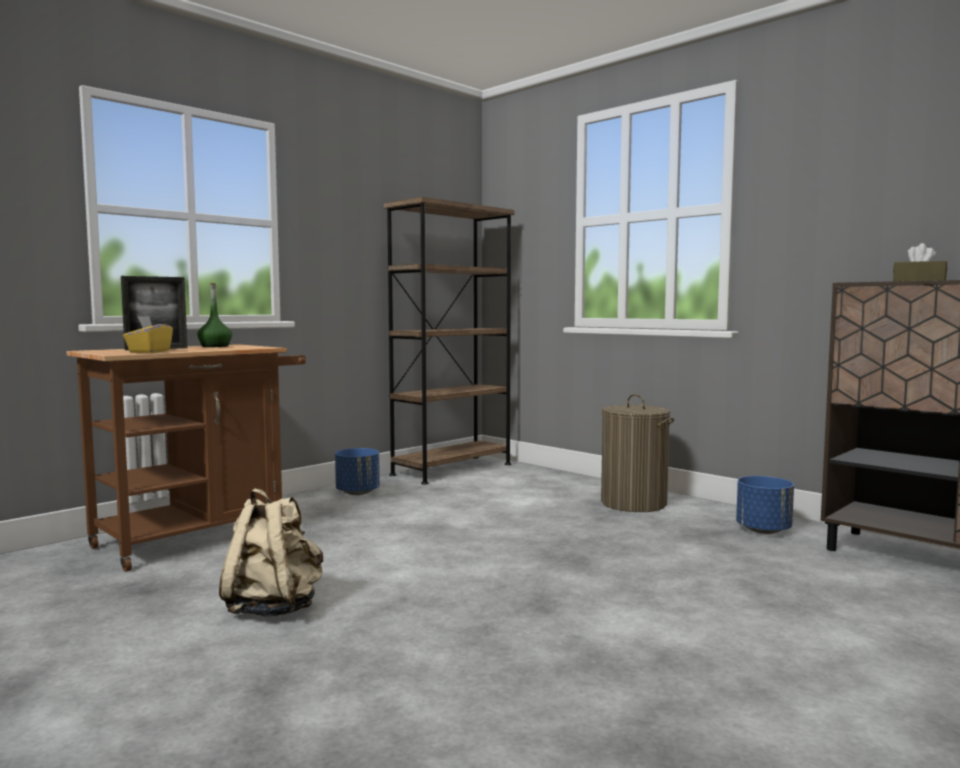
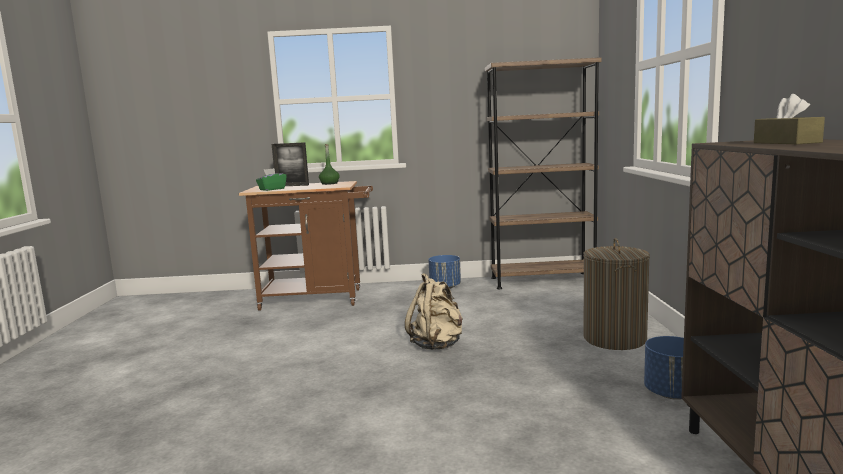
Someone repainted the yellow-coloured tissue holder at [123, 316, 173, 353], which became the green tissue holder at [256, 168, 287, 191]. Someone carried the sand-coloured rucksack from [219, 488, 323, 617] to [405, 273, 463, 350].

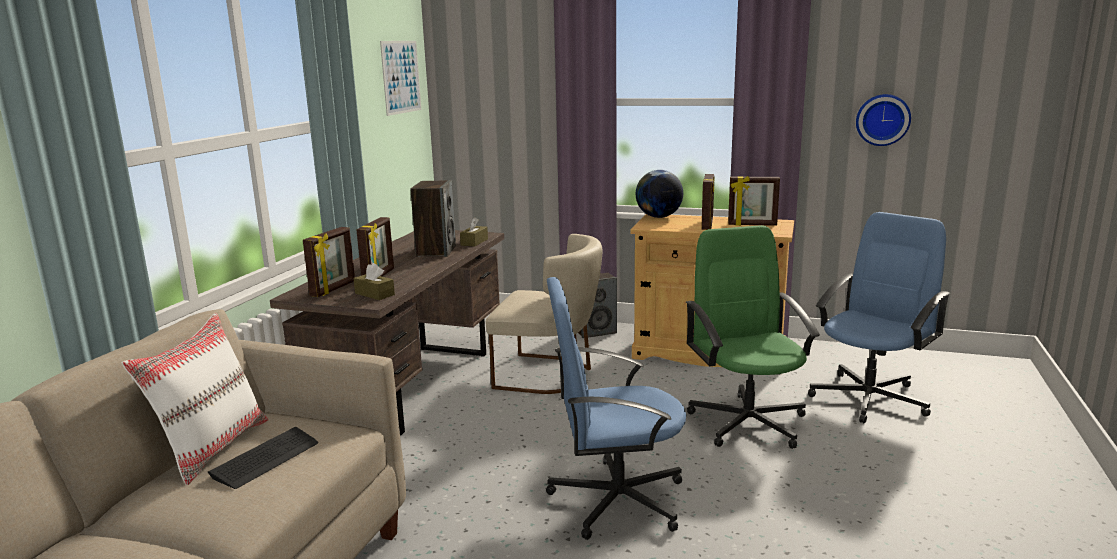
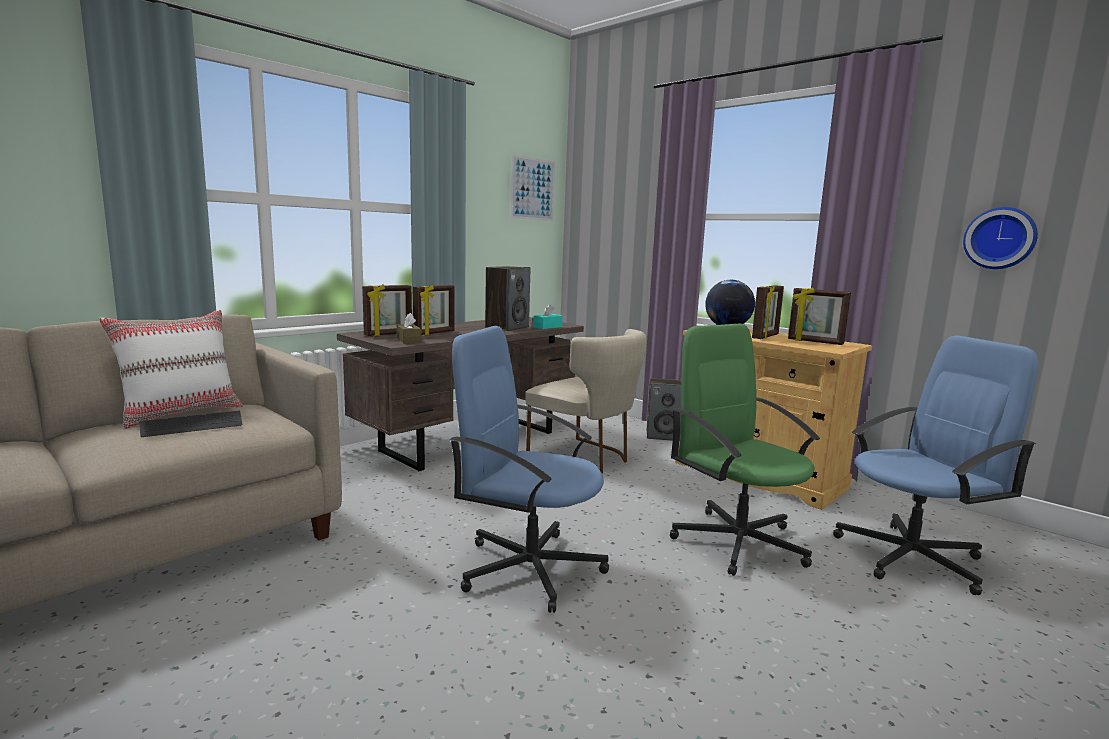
Someone repainted the brownish tissue holder at [460, 217, 488, 247], which became the blue-green tissue holder at [533, 304, 563, 329]. Someone rotated the green office chair at [686, 225, 820, 449] by 45 degrees counterclockwise.

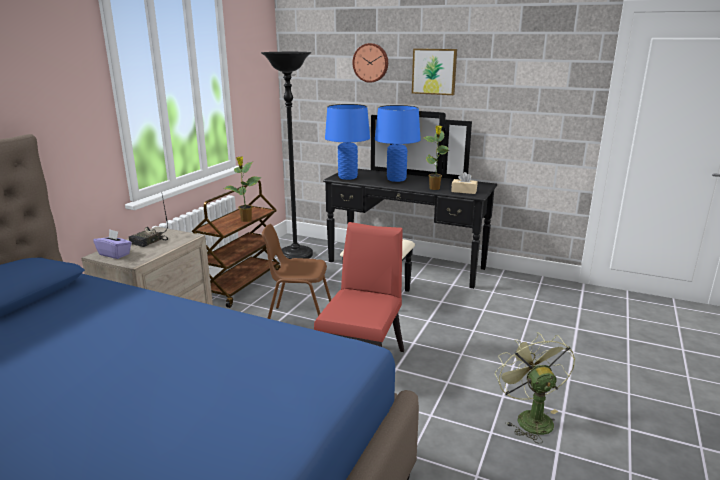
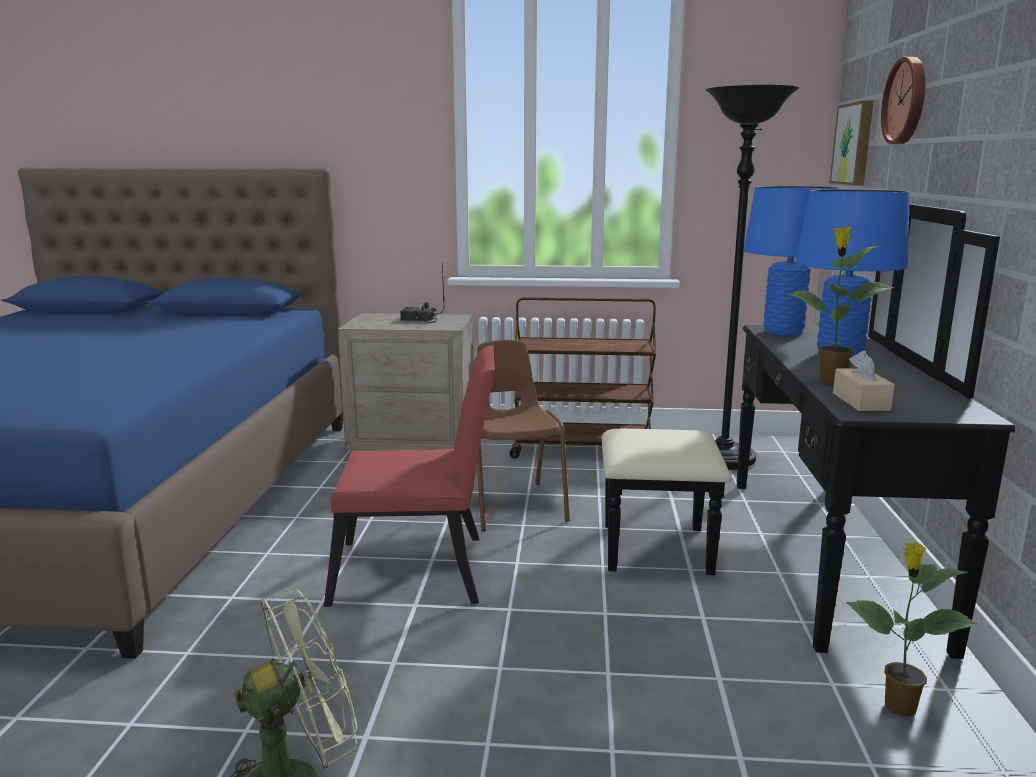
Someone carried the picture from [412, 49, 457, 95] to [830, 100, 874, 185]. Someone carried the plant in a pot from [224, 156, 261, 222] to [846, 542, 979, 717]. Someone took away the purplish tissue holder at [93, 229, 132, 259].

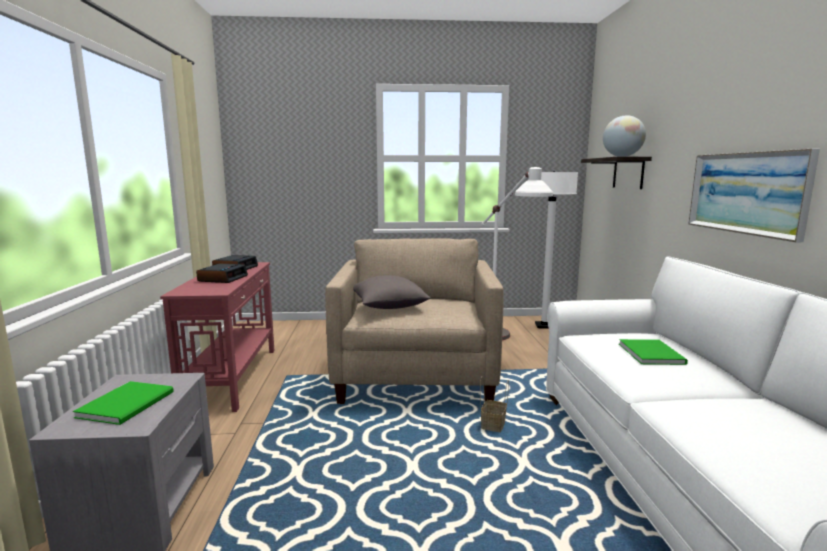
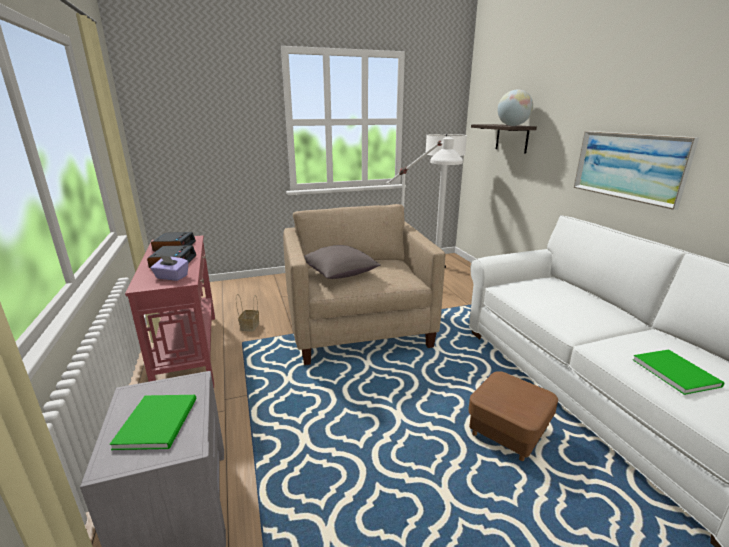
Someone put down the purplish tissue holder at [151, 255, 189, 281]. Someone carried the storage basket from [480, 376, 509, 432] to [236, 294, 259, 331]. Someone put down the brownish ottoman at [468, 371, 558, 461]. Someone carried the green bound book from [619, 339, 688, 365] to [633, 349, 725, 395].

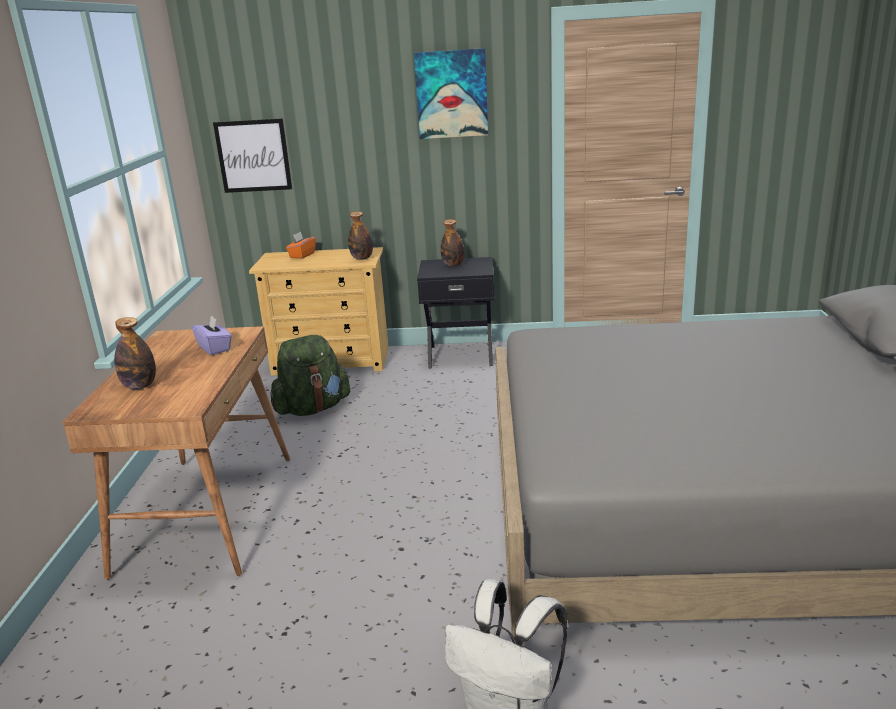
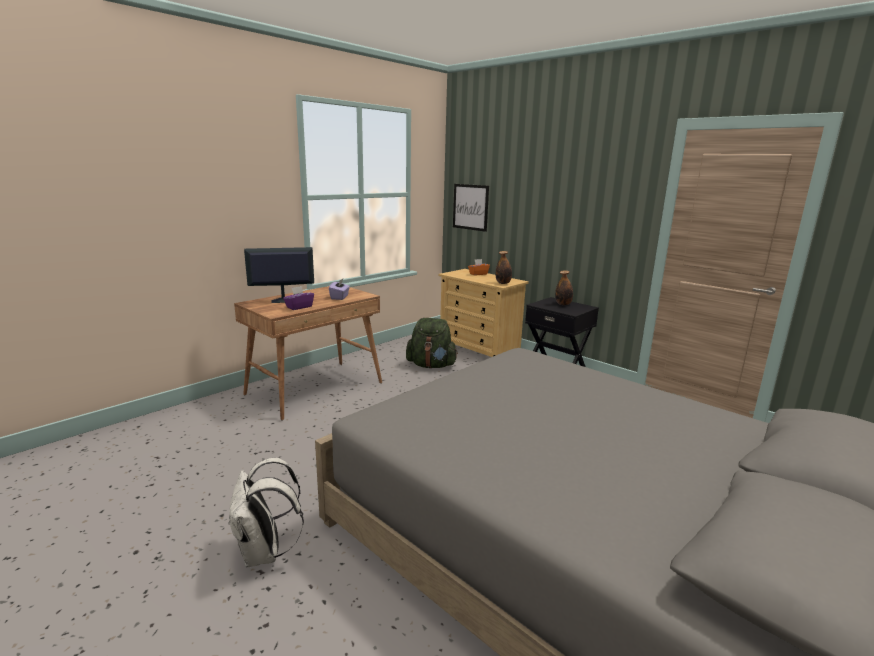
Someone swapped the beverage bottle at [114, 317, 156, 390] for the monitor at [244, 247, 314, 303]. Someone put down the purplish tissue holder at [283, 286, 314, 310]. Someone took away the picture at [414, 48, 488, 139].

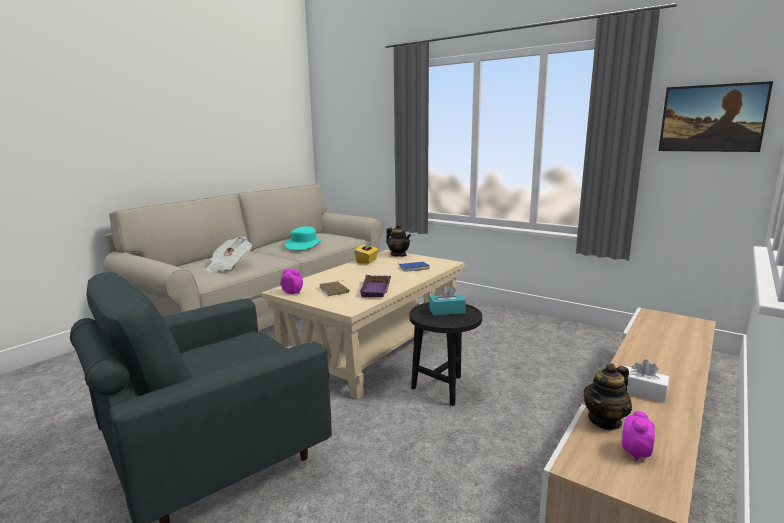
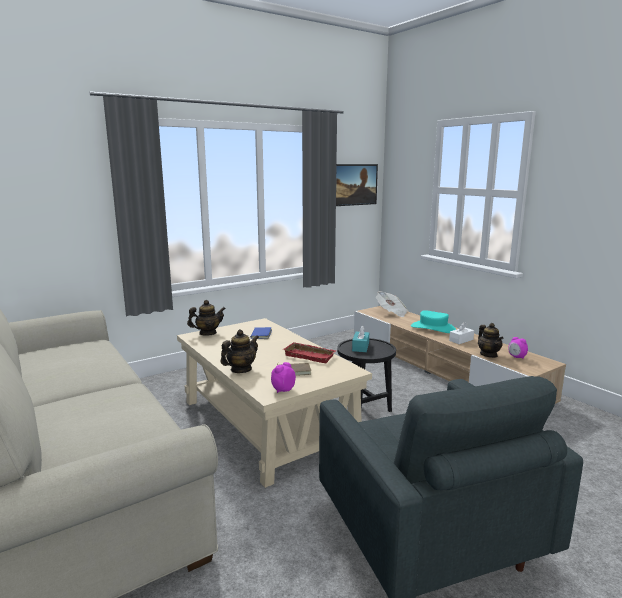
Someone put down the teapot at [220, 329, 259, 373]. Someone repainted the purplish carrying tray at [359, 275, 391, 298], which became the reddish carrying tray at [283, 342, 337, 363]. Someone carried the daily paper from [206, 237, 252, 272] to [376, 291, 409, 317]. Someone carried the blue-green wearable hat from [285, 226, 322, 250] to [411, 310, 456, 333]. Someone took away the yellow-coloured tissue holder at [354, 241, 379, 264].

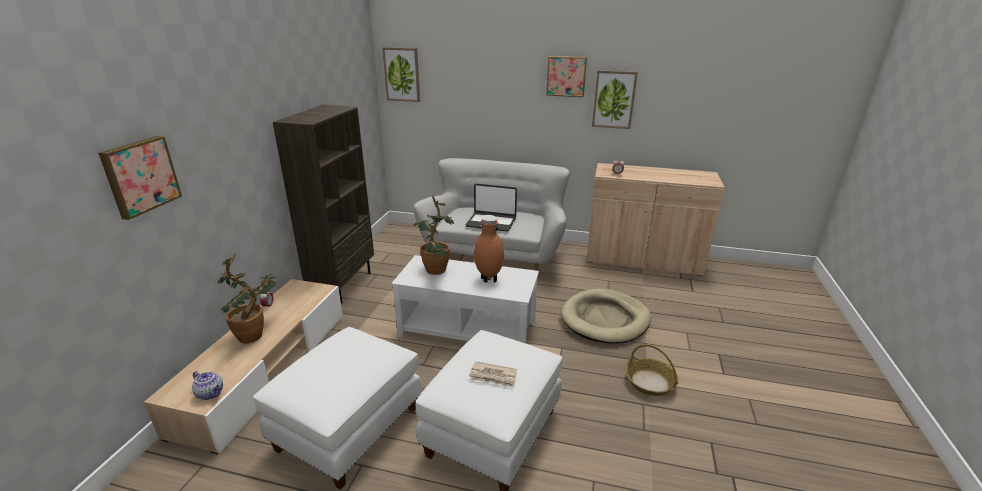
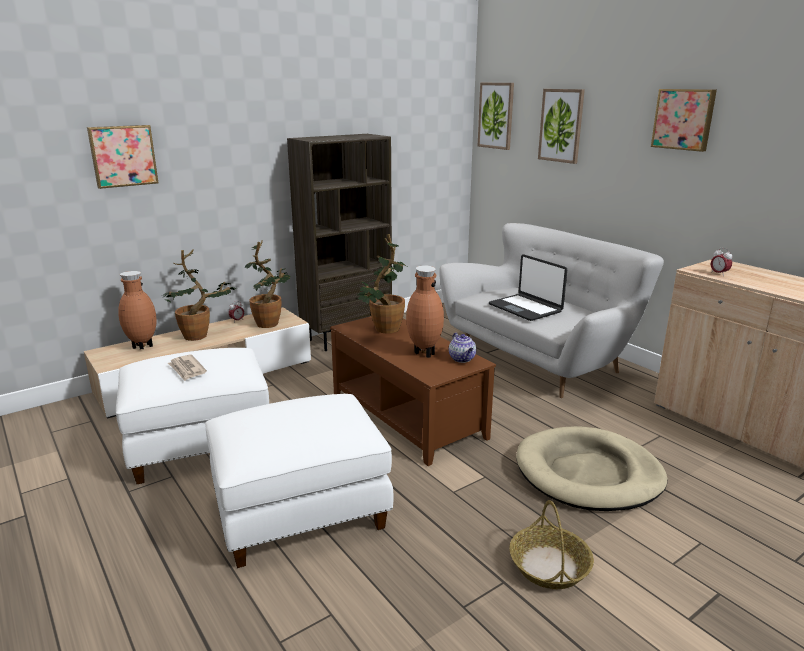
Someone put down the brownish decorative vase at [118, 271, 157, 349]. Someone carried the daily paper from [469, 361, 517, 387] to [168, 354, 207, 381]. Someone put down the plant in a pot at [245, 240, 291, 328]. Someone repainted the whitish lounge table at [391, 255, 539, 343], which became the brownish lounge table at [330, 316, 496, 466]. Someone carried the teapot from [192, 371, 223, 400] to [449, 333, 476, 363]. Someone carried the picture from [592, 70, 638, 129] to [538, 89, 585, 164].

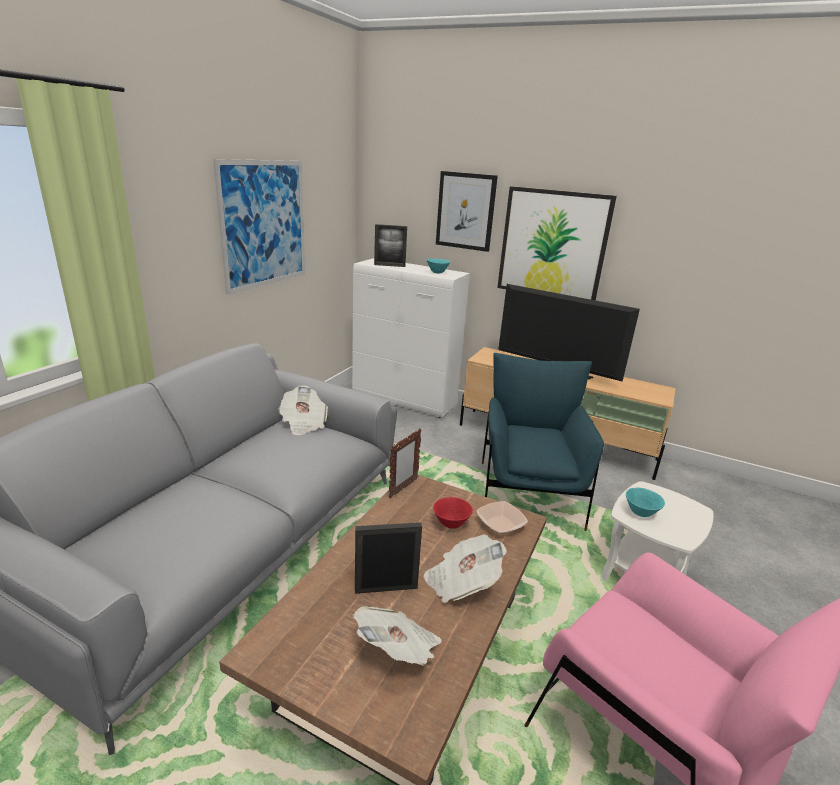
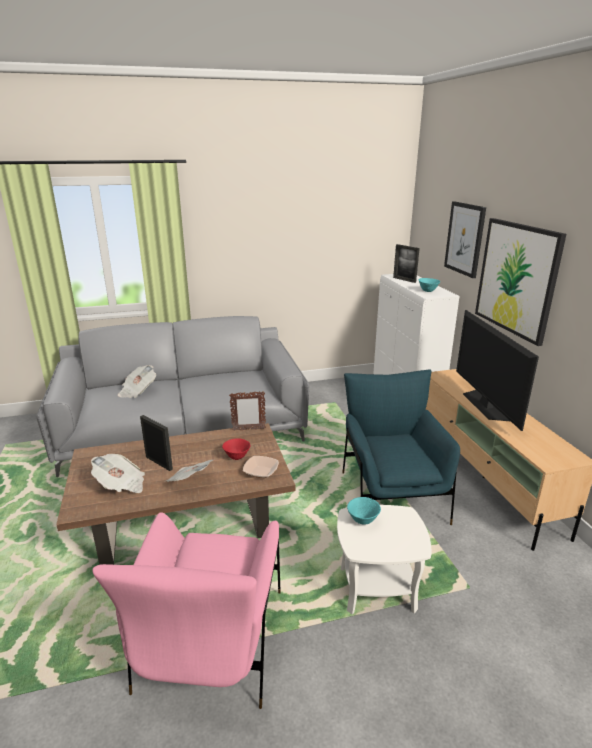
Someone carried the daily paper from [278, 386, 328, 435] to [118, 365, 156, 398]. Someone rotated the blue easy chair at [482, 353, 604, 531] by 60 degrees counterclockwise. Someone took away the picture at [213, 159, 305, 295].

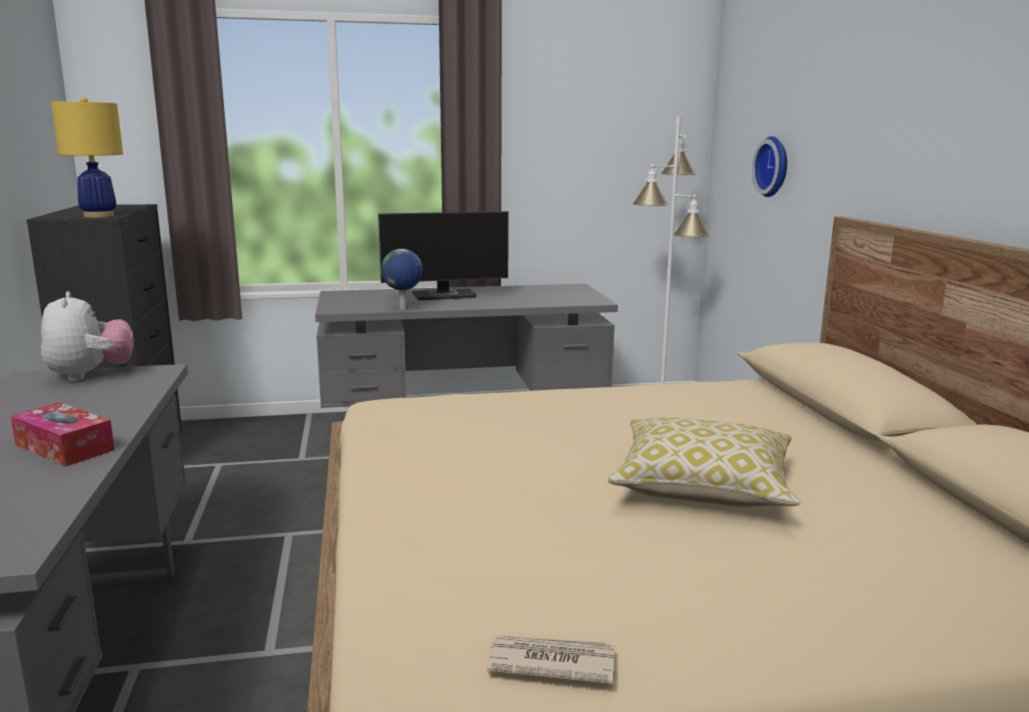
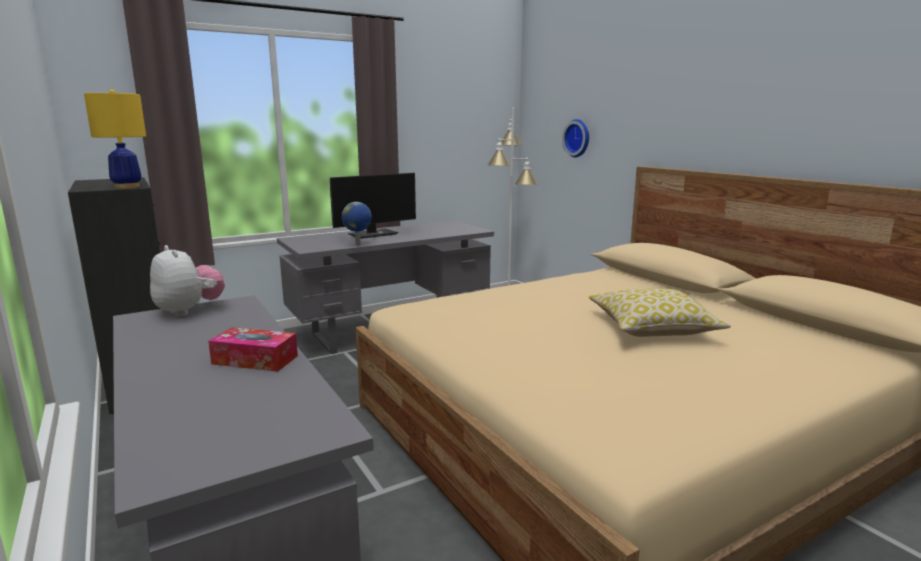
Someone took away the daily paper at [487, 636, 615, 684].

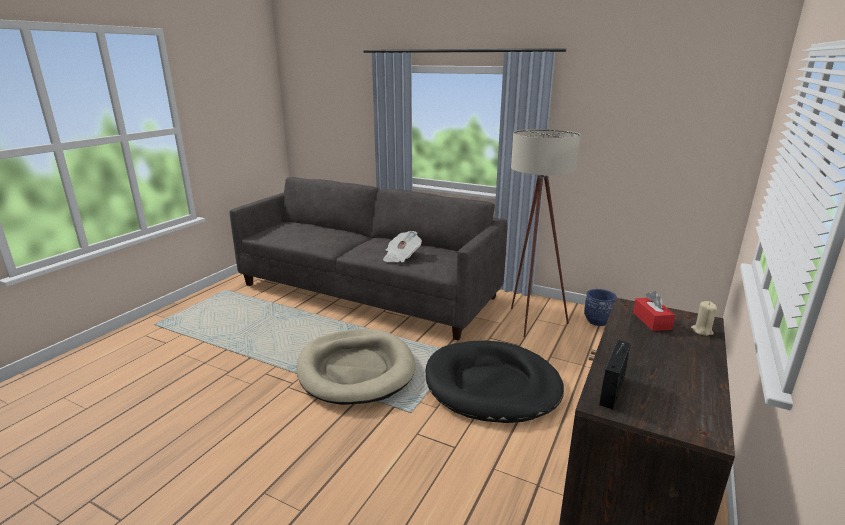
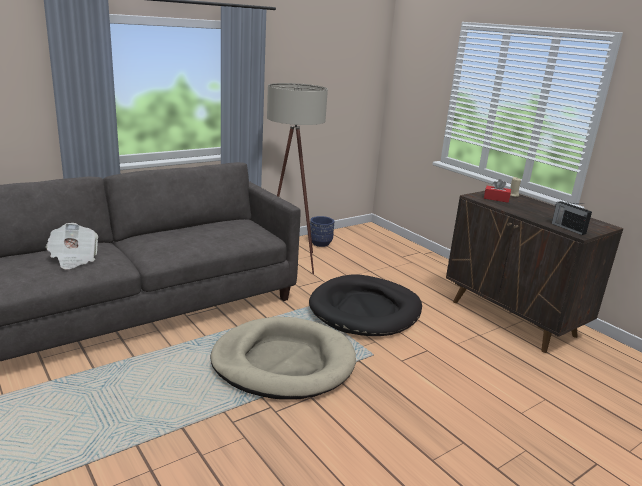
Someone carried the daily paper from [383, 231, 422, 262] to [46, 223, 98, 270].

